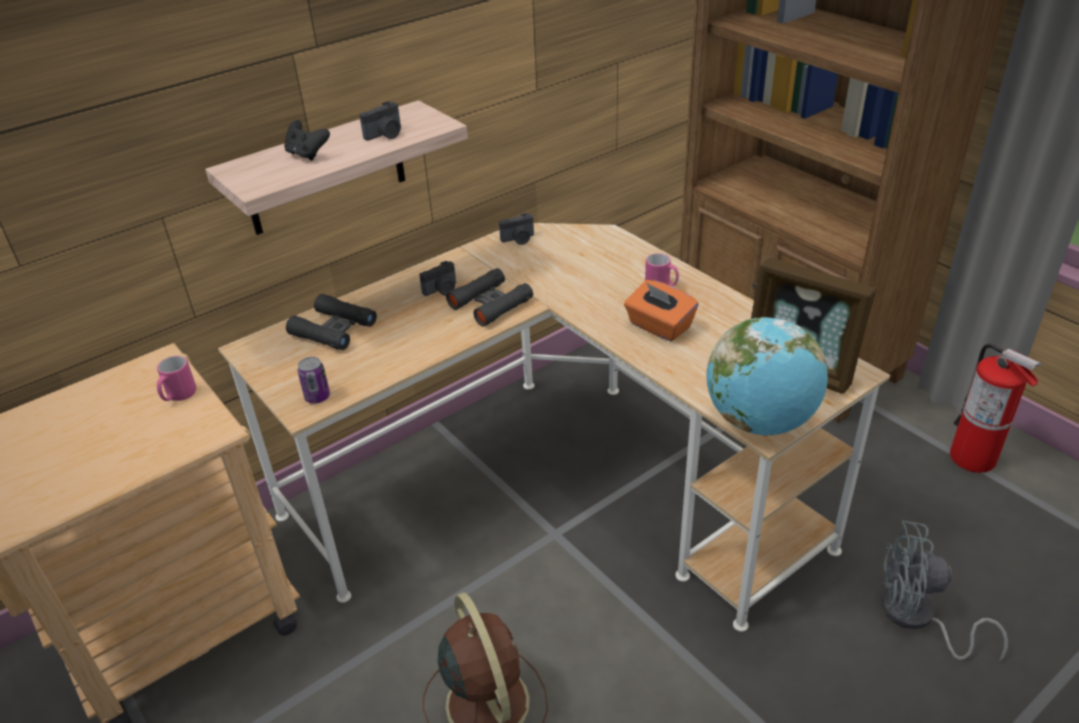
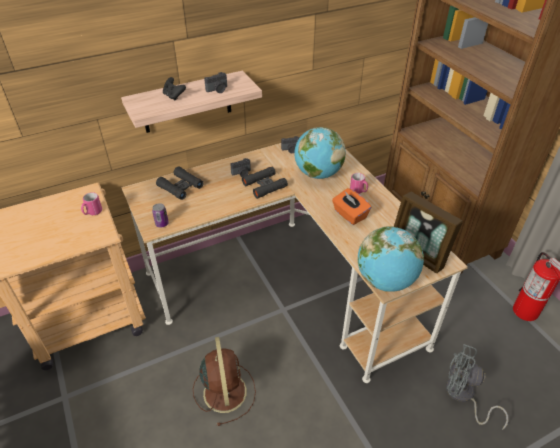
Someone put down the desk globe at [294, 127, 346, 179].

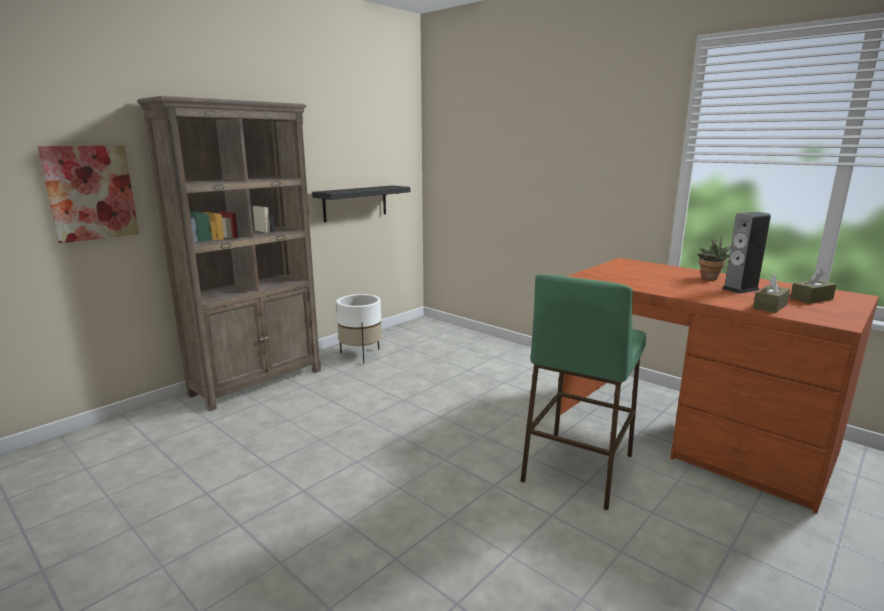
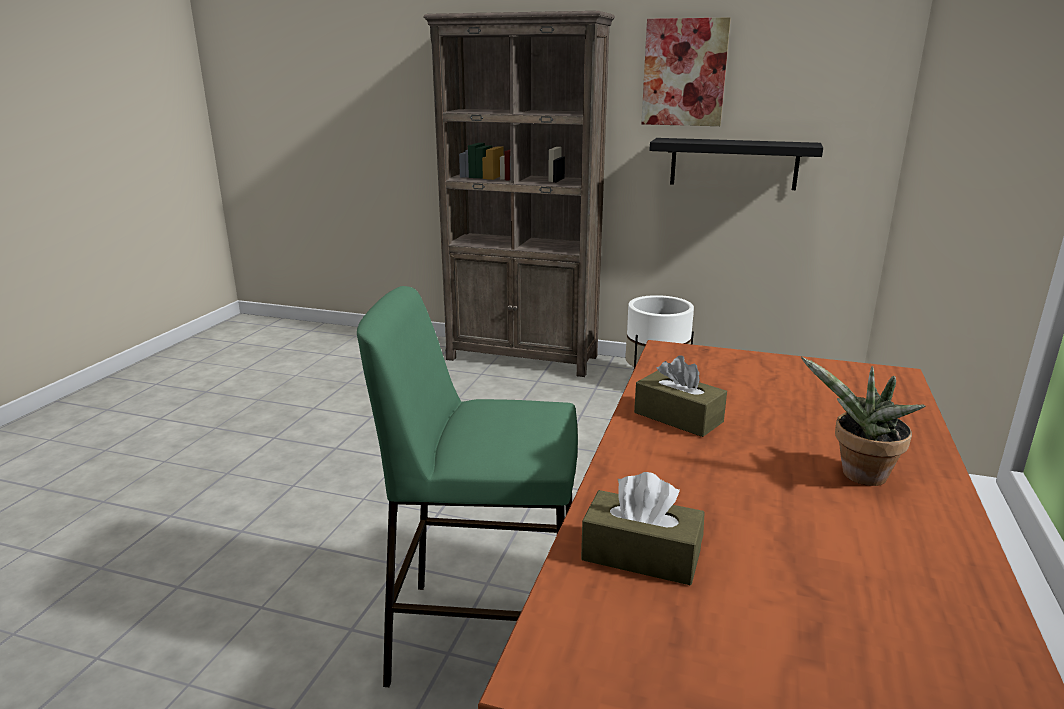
Someone carried the brownish tissue holder from [790, 268, 837, 304] to [634, 356, 727, 437]. Someone carried the picture from [37, 146, 139, 243] to [641, 17, 731, 126]. Someone took away the audio speaker at [722, 212, 771, 294].

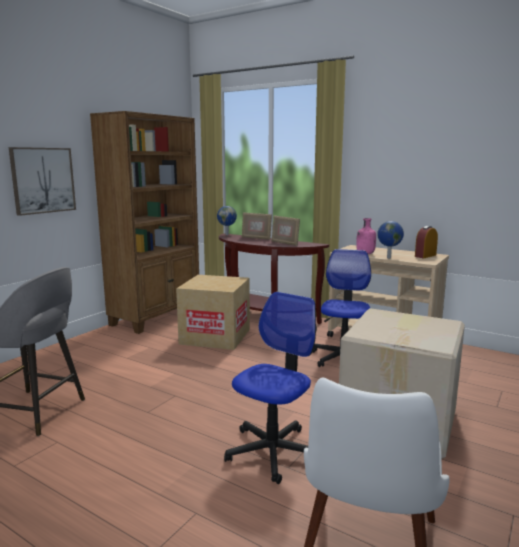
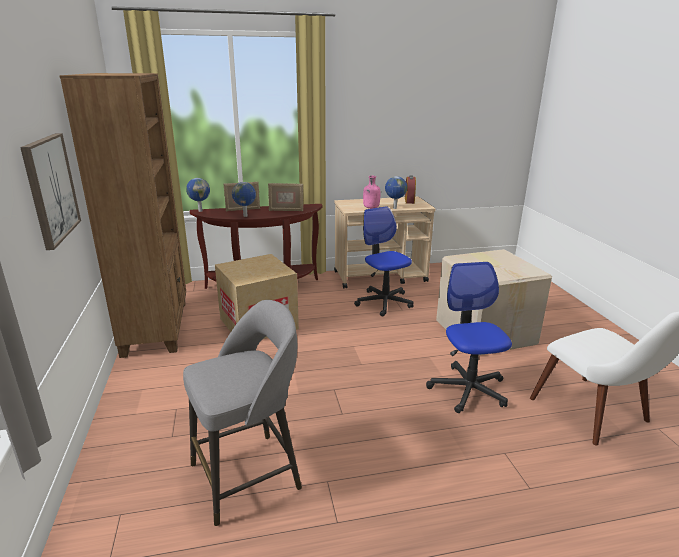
Someone put down the desk globe at [232, 182, 256, 217].

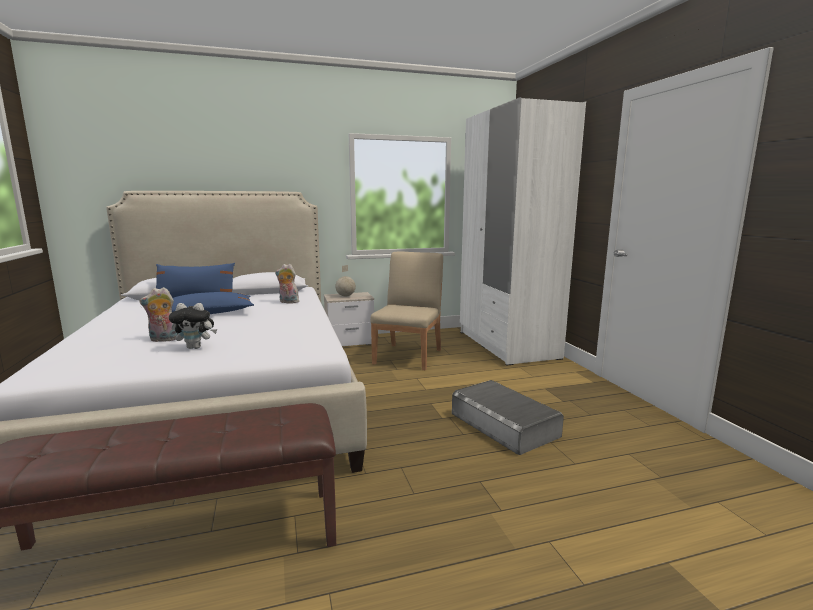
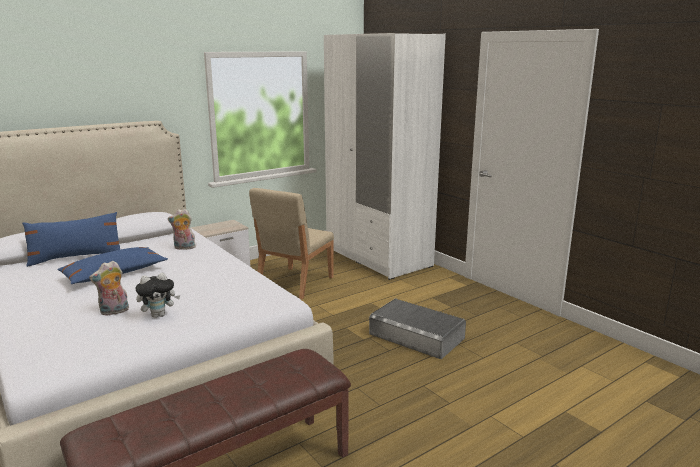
Someone rotated the sand-coloured upright chair at [370, 251, 443, 370] by 150 degrees counterclockwise. Someone took away the desk globe at [335, 265, 356, 296].

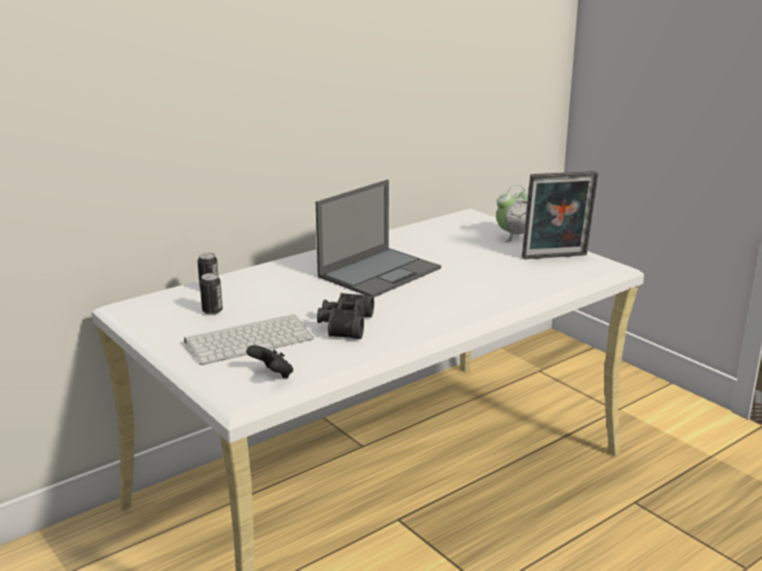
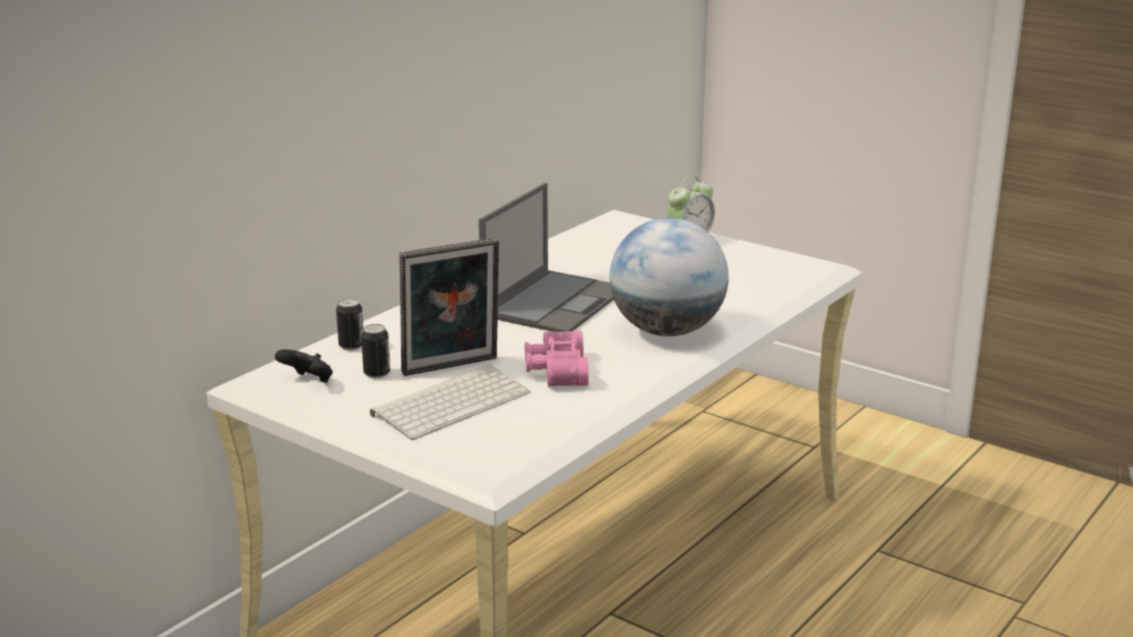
Someone carried the black gamepad from [246, 345, 293, 379] to [275, 349, 333, 383]. Someone carried the standing frame from [522, 171, 598, 259] to [399, 238, 499, 376]. Someone repainted the black field glasses at [317, 293, 374, 339], which became the pinkish field glasses at [525, 331, 589, 387]. Someone put down the desk globe at [610, 218, 729, 336].

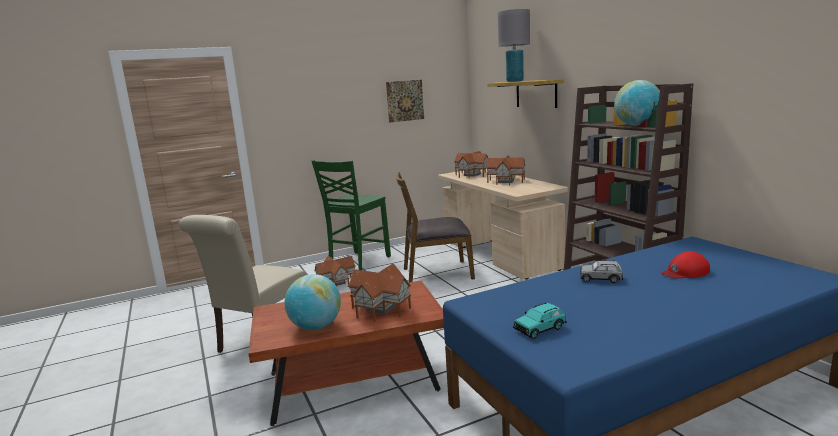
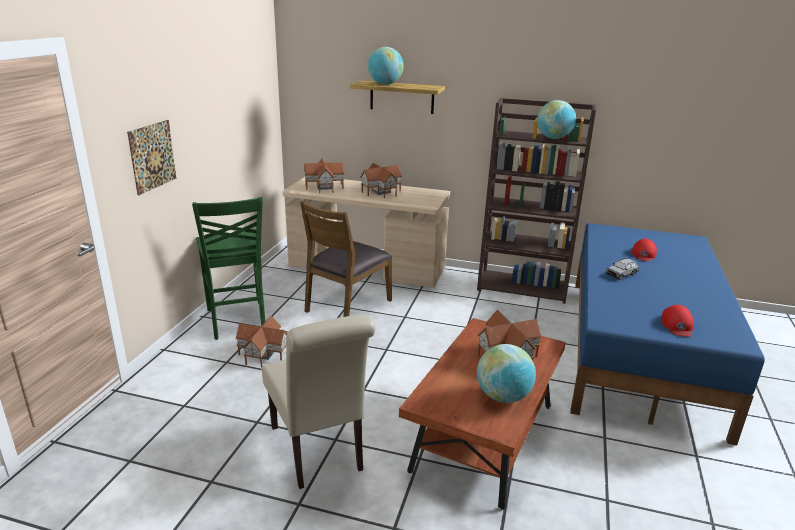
Someone carried the picture from [386, 80, 424, 123] to [127, 120, 176, 195]. Someone swapped the gray table lamp at [498, 9, 530, 82] for the desk globe at [368, 47, 404, 85]. Someone swapped the blue-green toy car at [513, 303, 567, 339] for the reddish baseball cap at [661, 305, 694, 337].

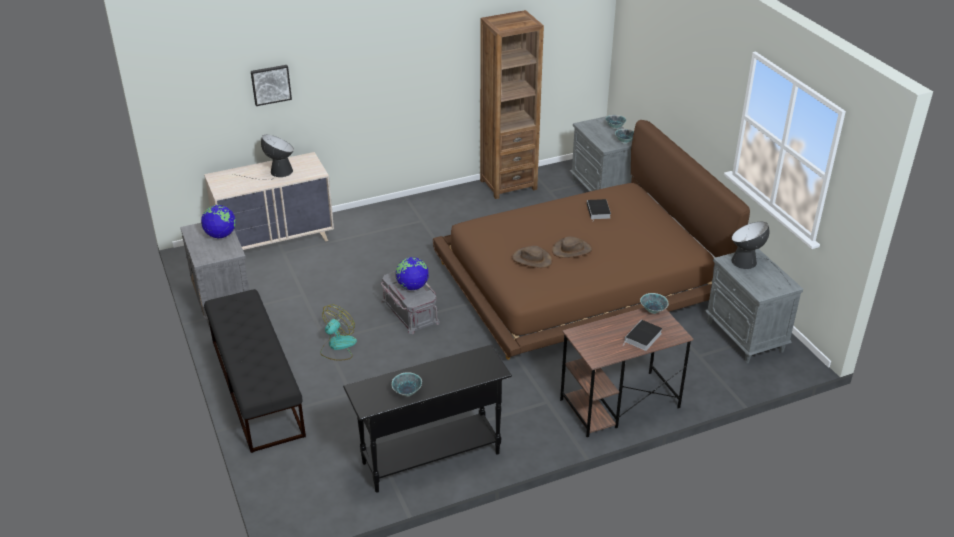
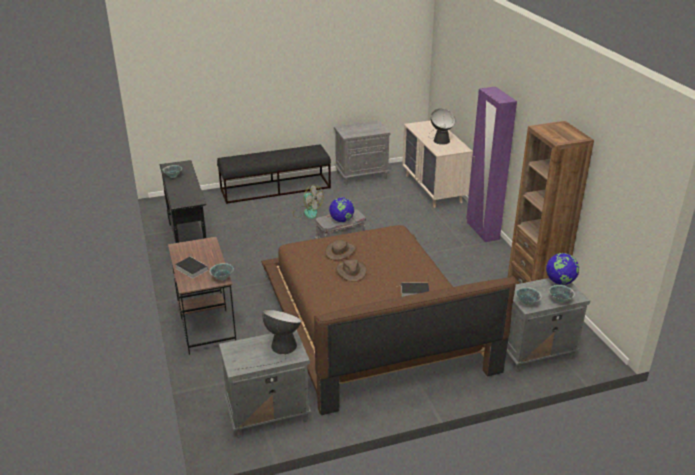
Someone put down the purplish wardrobe at [466, 87, 517, 242]. Someone carried the desk globe from [201, 205, 236, 238] to [546, 253, 579, 285]. Someone took away the picture at [251, 65, 292, 106].

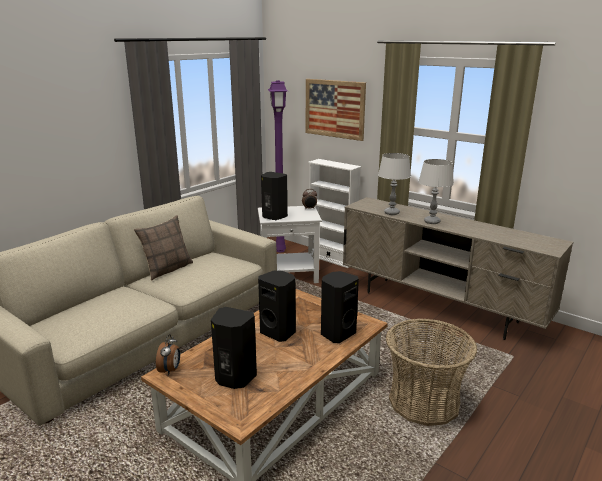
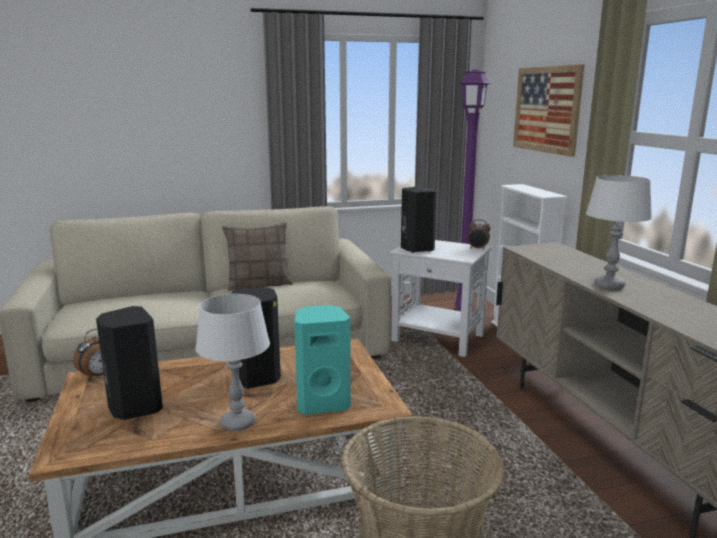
Someone carried the gray table lamp from [378, 153, 411, 215] to [195, 294, 270, 431]. Someone repainted the black audio speaker at [321, 271, 359, 343], which became the blue-green audio speaker at [294, 305, 351, 415].

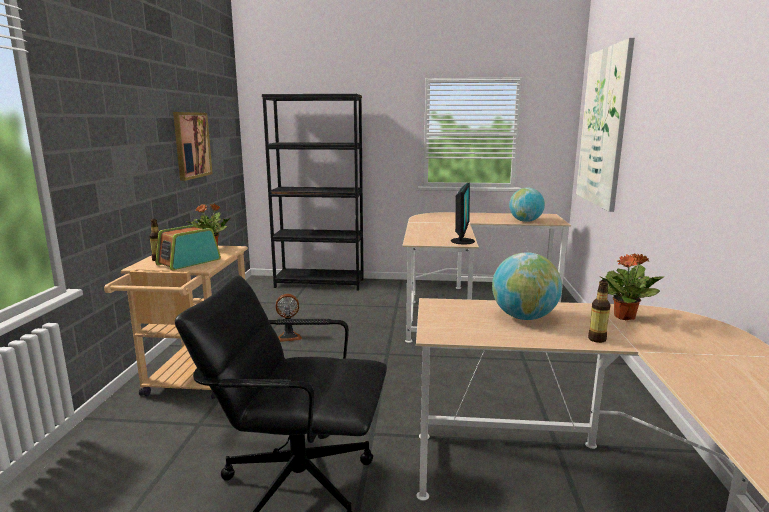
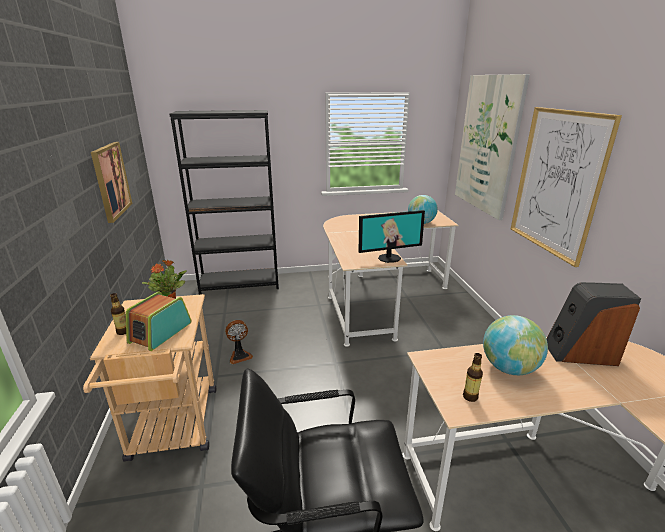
Someone rotated the monitor at [451, 183, 475, 245] by 75 degrees clockwise. Someone carried the beverage bottle from [588, 280, 610, 343] to [463, 353, 483, 402]. Someone put up the picture at [511, 107, 622, 267]. Someone swapped the plant in a pot at [601, 253, 664, 320] for the audio speaker at [547, 282, 641, 366].

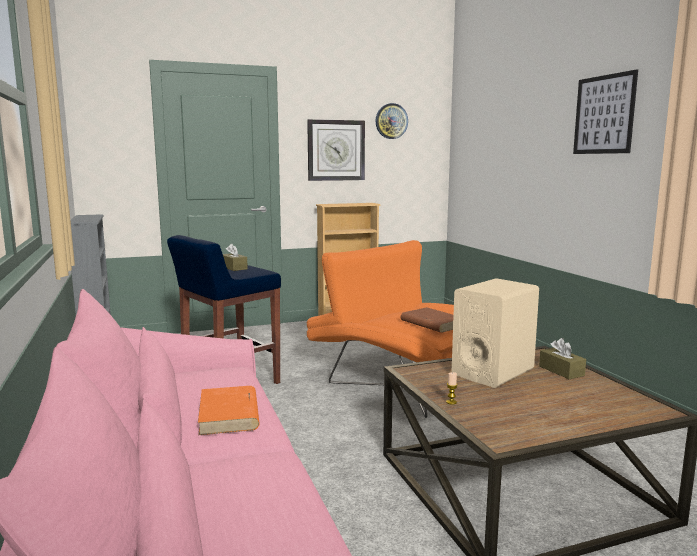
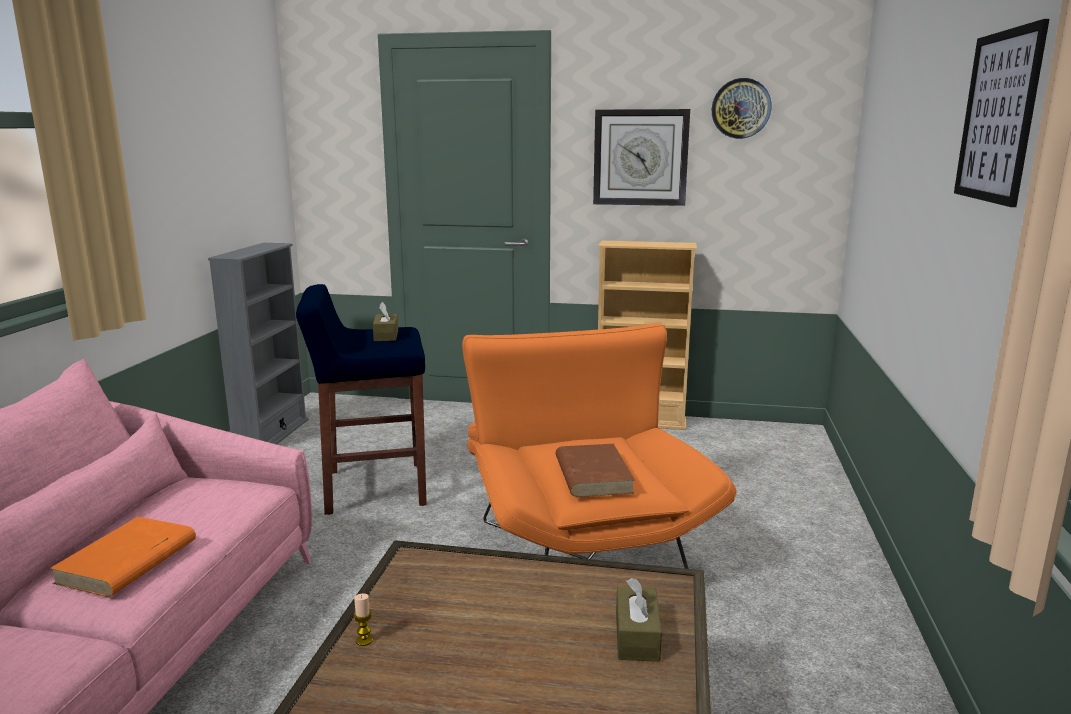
Someone took away the sand-coloured audio speaker at [452, 278, 539, 388].

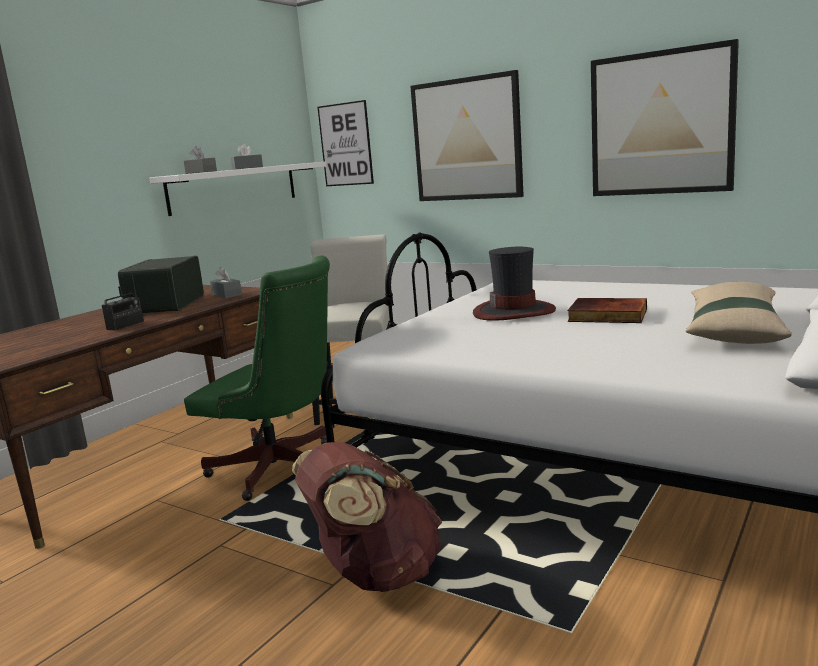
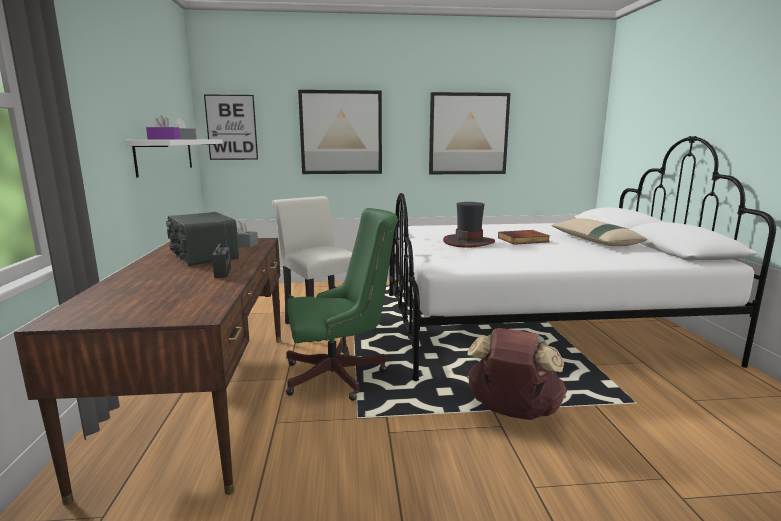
Someone repainted the gray tissue holder at [184, 146, 217, 174], which became the purplish tissue holder at [146, 115, 180, 139].

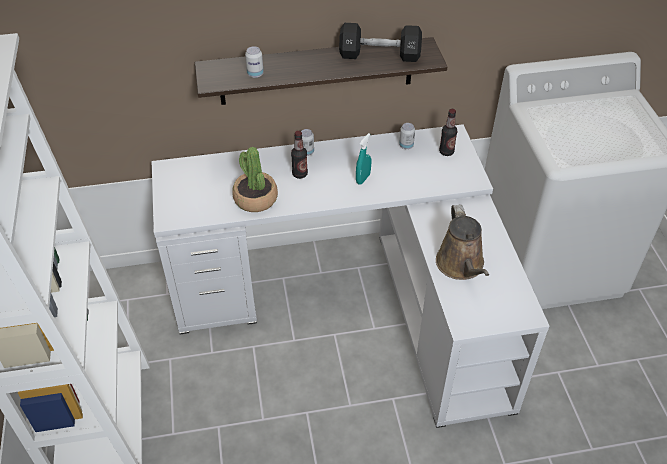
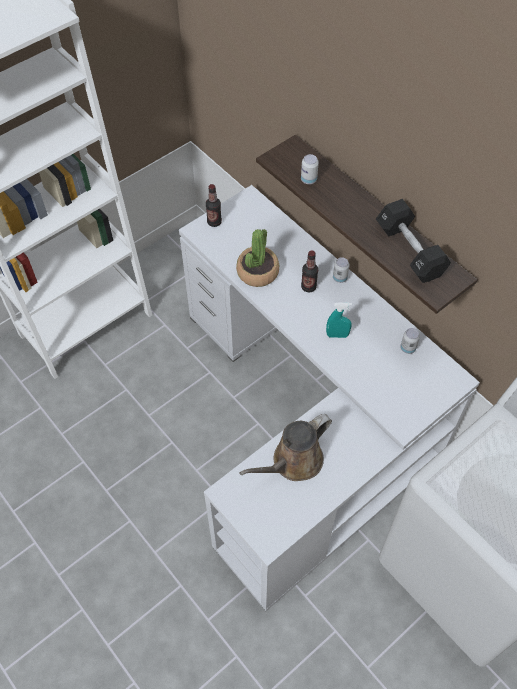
Someone carried the beverage bottle from [439, 109, 457, 156] to [206, 184, 222, 227].

